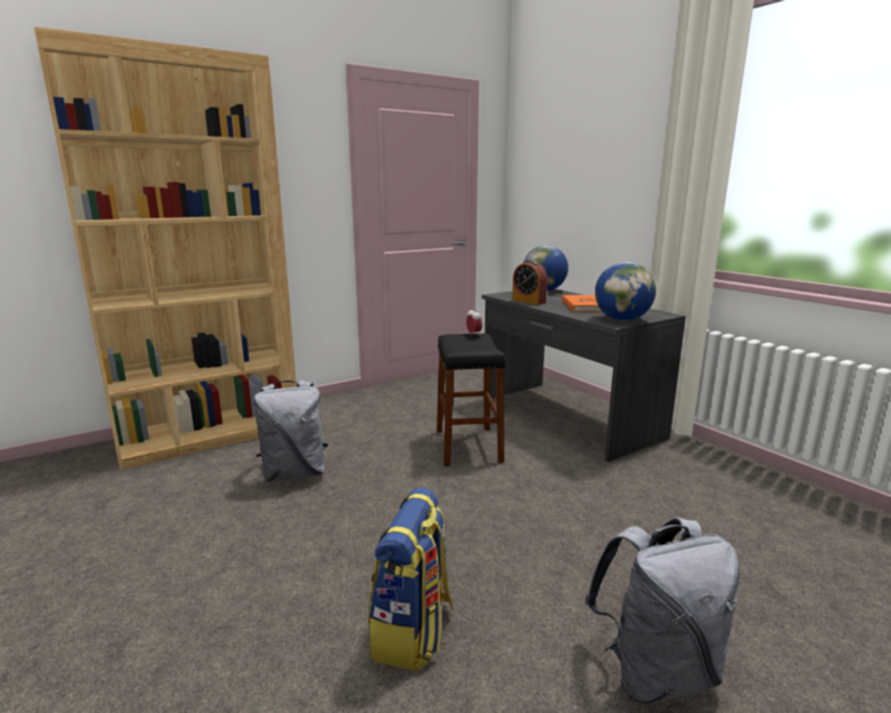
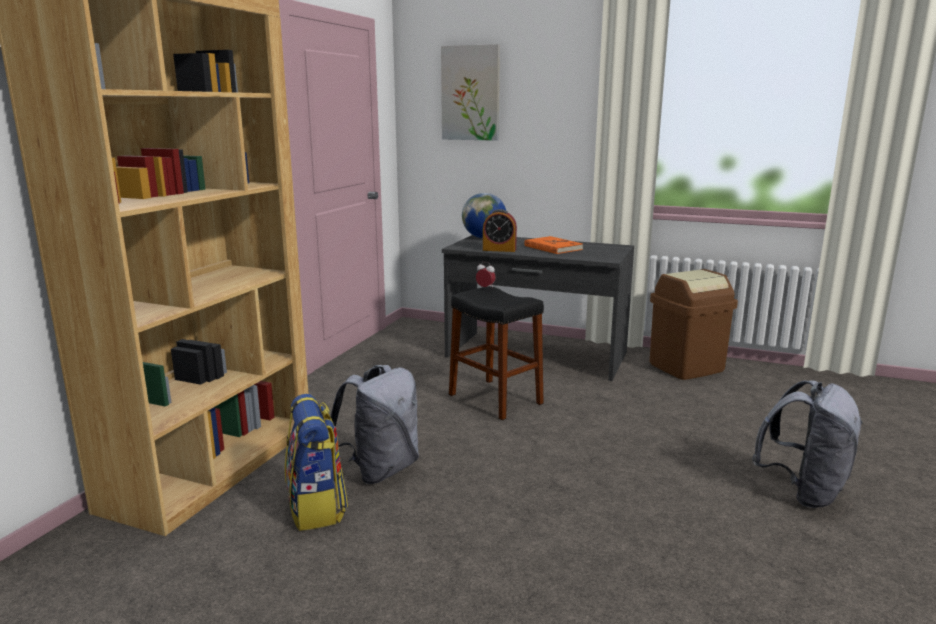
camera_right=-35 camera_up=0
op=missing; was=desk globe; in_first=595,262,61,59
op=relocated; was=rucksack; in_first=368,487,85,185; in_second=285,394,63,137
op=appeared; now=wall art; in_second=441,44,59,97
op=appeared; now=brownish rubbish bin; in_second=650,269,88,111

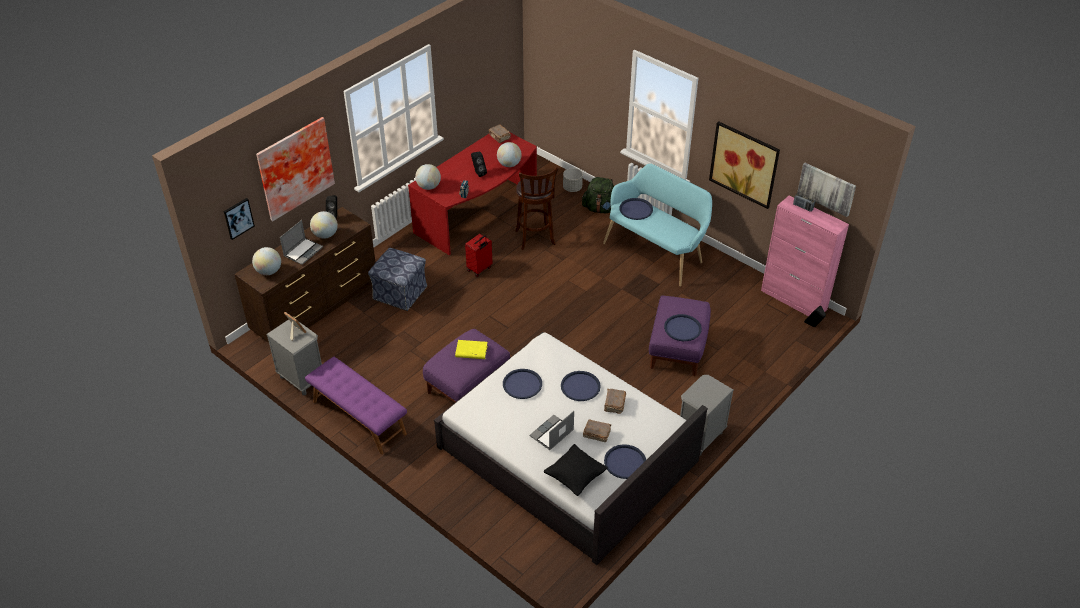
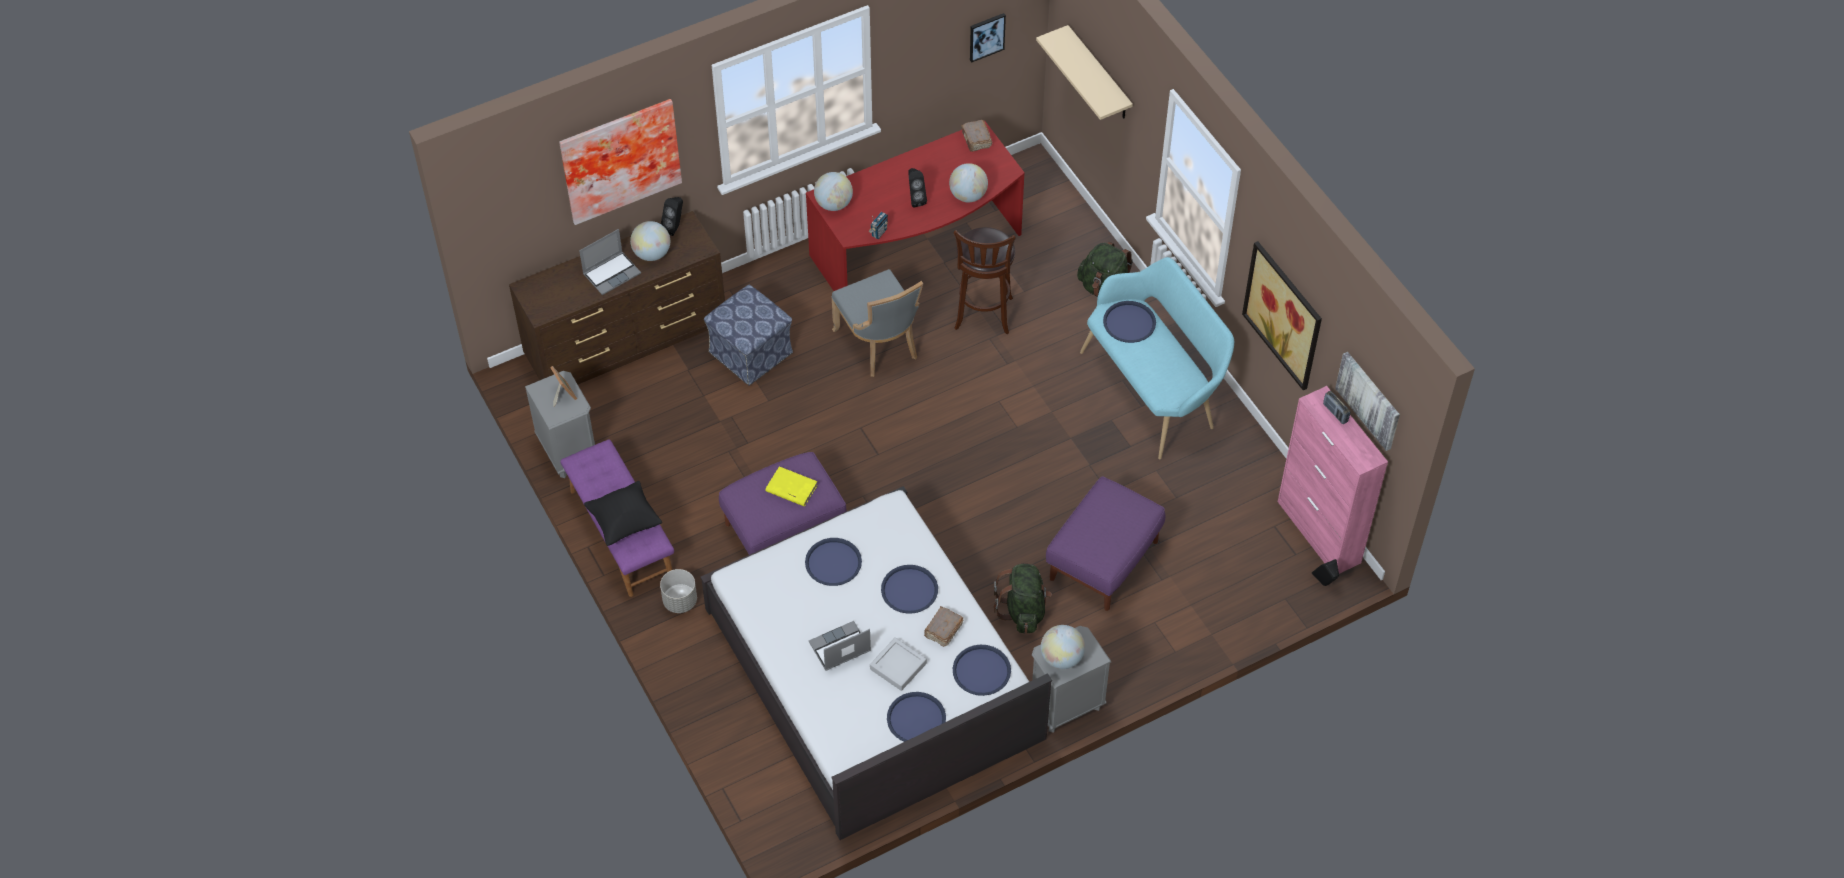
camera_right=20 camera_up=10
op=relocated; was=greyish flower pot; in_first=563,168,20,24; in_second=660,569,37,44
op=relocated; was=wall art; in_first=223,198,32,42; in_second=970,13,36,49
op=exchanged; was=red piece of luggage; now=greyish upright chair; in_first=465,234,28,43; in_second=831,269,92,108
op=relocated; was=desk globe; in_first=252,247,29,28; in_second=1041,625,44,44
op=relocated; was=bluish carrying tray; in_first=664,314,38,27; in_second=953,645,58,51
op=exchanged; was=brownish volume; now=greyish carrying tray; in_first=583,419,28,23; in_second=870,637,57,54
op=relocated; was=black throw pillow; in_first=544,444,64,52; in_second=584,481,78,65
op=appeared; now=beige-coloured bracket shelf; in_second=1036,25,97,95
op=appeared; now=green-coloured rucksack; in_second=994,564,58,70

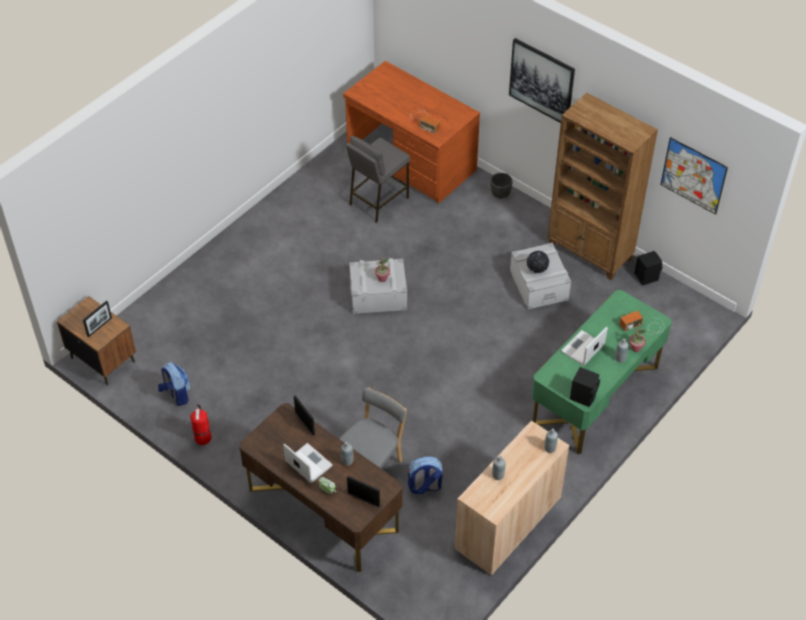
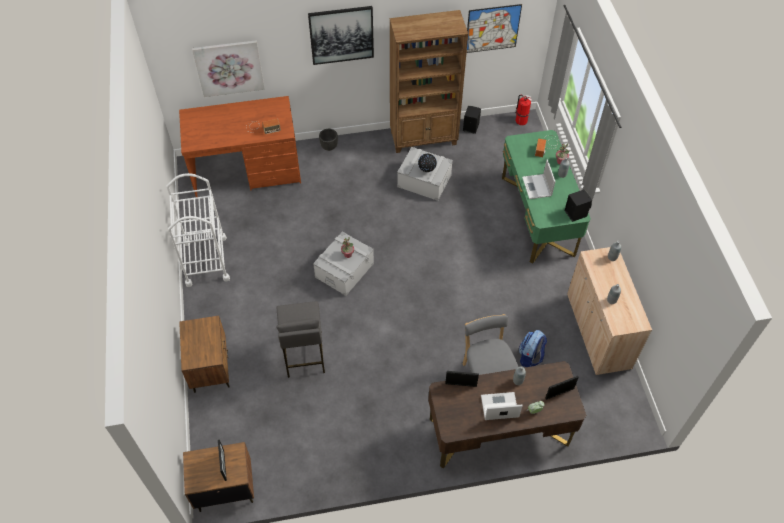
camera_right=-50 camera_up=5
op=relocated; was=greyish sitting stool; in_first=346,136,64,87; in_second=276,301,49,77
op=missing; was=rucksack; in_first=158,362,32,44
op=relocated; was=fire extinguisher; in_first=190,404,22,41; in_second=515,94,17,31
op=appeared; now=wall art; in_second=192,40,73,57
op=appeared; now=white-coloured cart; in_second=166,173,64,114
op=appeared; now=brownish night table; in_second=179,316,51,77

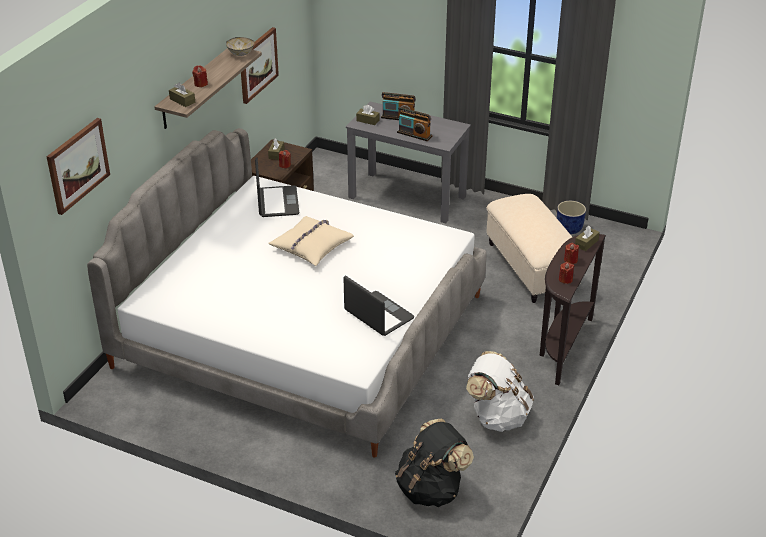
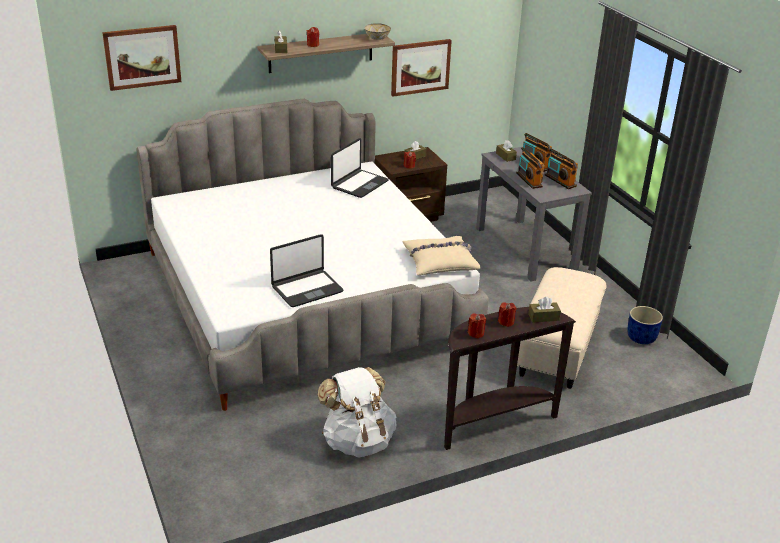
camera_right=40 camera_up=-5
op=relocated; was=beige-coloured throw pillow; in_first=268,216,86,50; in_second=402,236,79,39
op=spun; was=portable computer; in_first=344,276,71,60; in_second=270,234,73,73; clockwise=60
op=missing; was=black rucksack; in_first=395,419,79,88
op=appeared; now=radio set; in_second=545,148,33,41

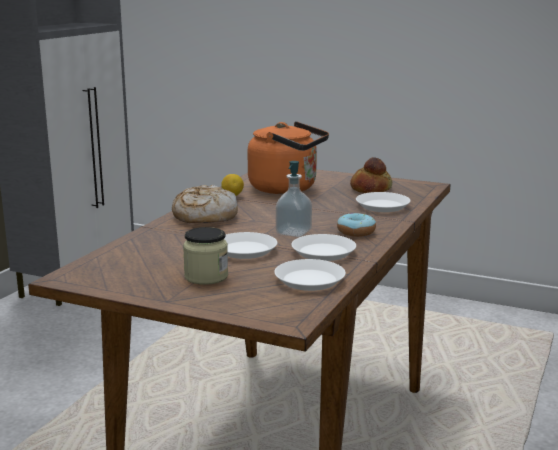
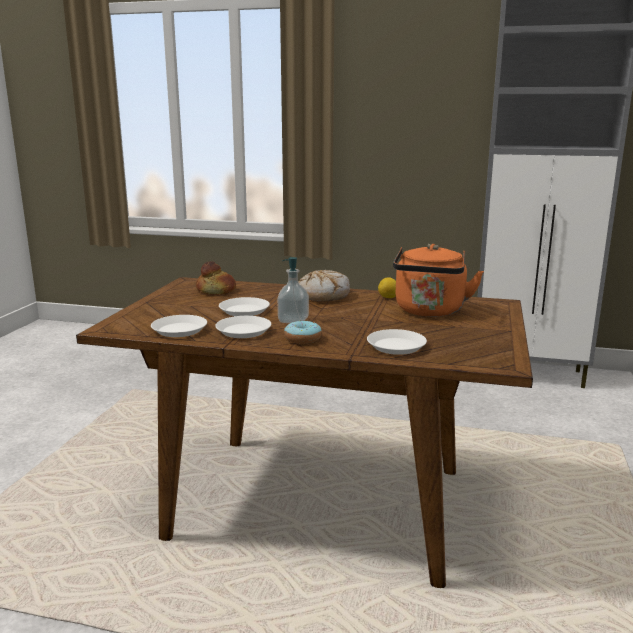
camera_right=80 camera_up=0
op=relocated; was=baked bread; in_first=350,157,42,36; in_second=196,261,40,33
op=missing; was=storage jar; in_first=183,227,45,58

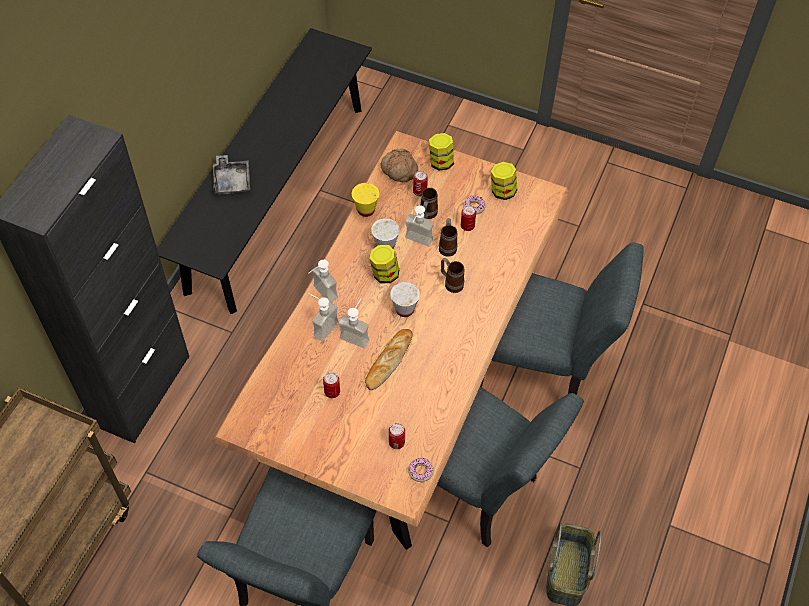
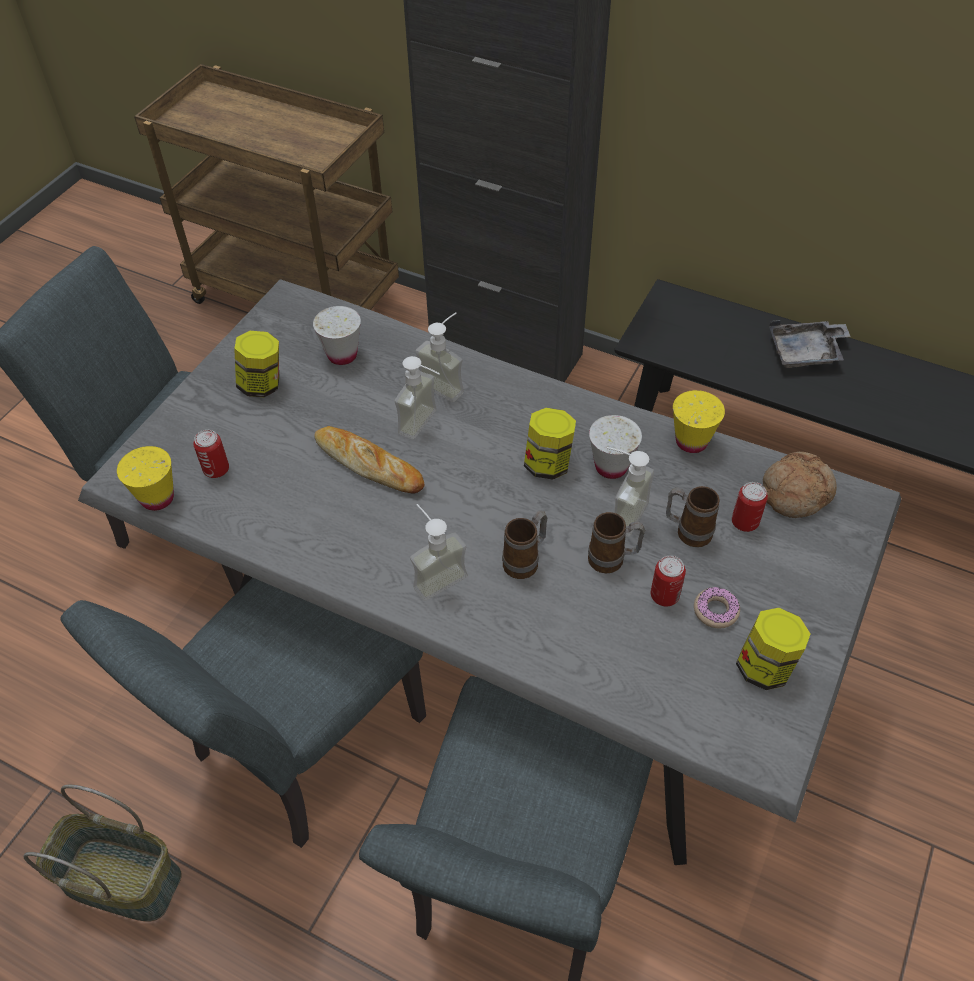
camera_right=95 camera_up=-5
op=colour; was=brownish kitchen table; now=greyish kitchen table; in_first=212,131,358,419; in_second=78,279,823,586
op=relocated; was=storage jar; in_first=429,133,25,37; in_second=234,331,45,66
op=relocated; was=soap bottle; in_first=308,260,30,42; in_second=410,504,58,97
op=relocated; was=white-coloured small cup; in_first=390,282,30,35; in_second=313,306,48,59
op=missing; was=sealed can; in_first=323,372,17,26
op=exchanged; was=doughnut; now=yellow small cup; in_first=408,458,26,24; in_second=117,446,57,65

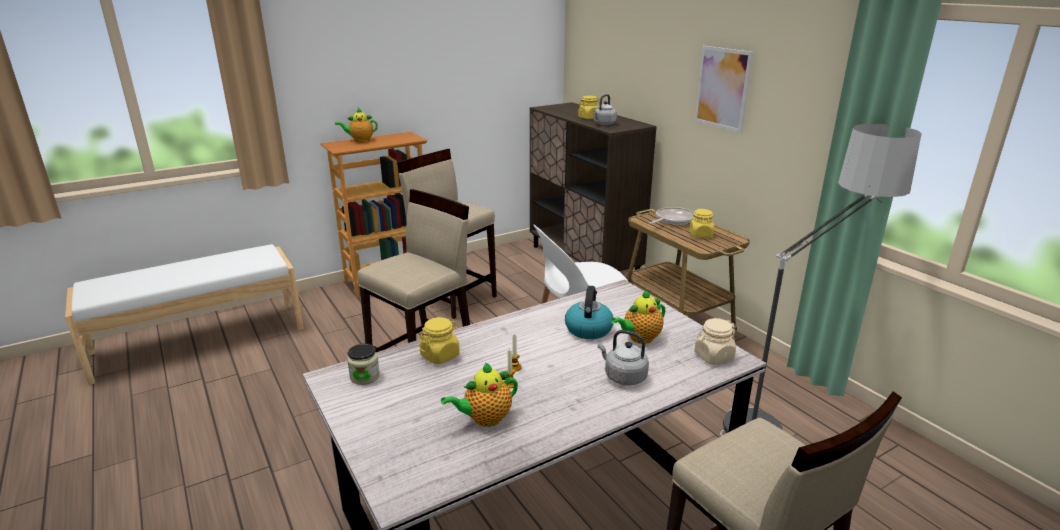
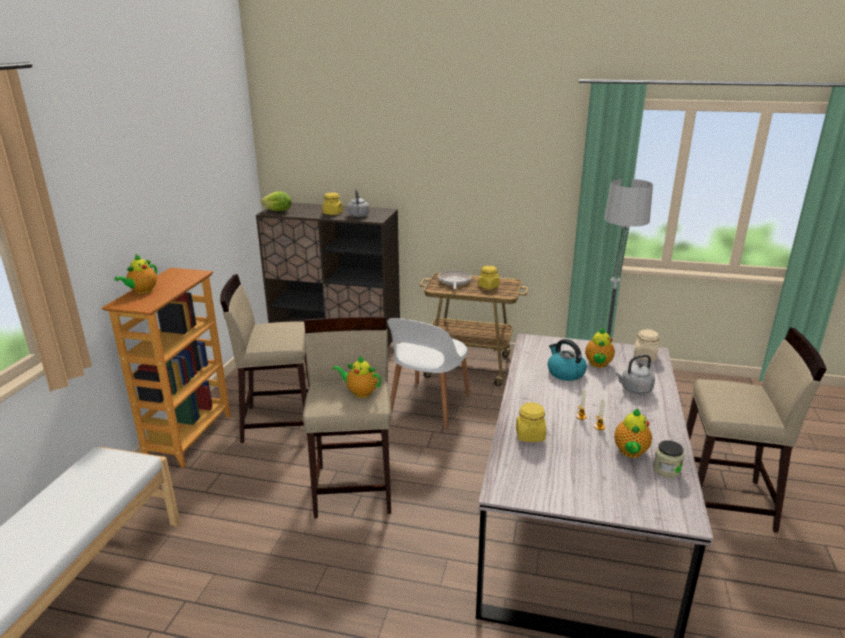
camera_right=-45 camera_up=0
op=missing; was=wall art; in_first=694,46,59,87
op=relocated; was=storage jar; in_first=347,344,33,41; in_second=653,440,31,38
op=appeared; now=lettuce head; in_second=261,191,31,20
op=appeared; now=tea pot; in_second=333,356,49,42

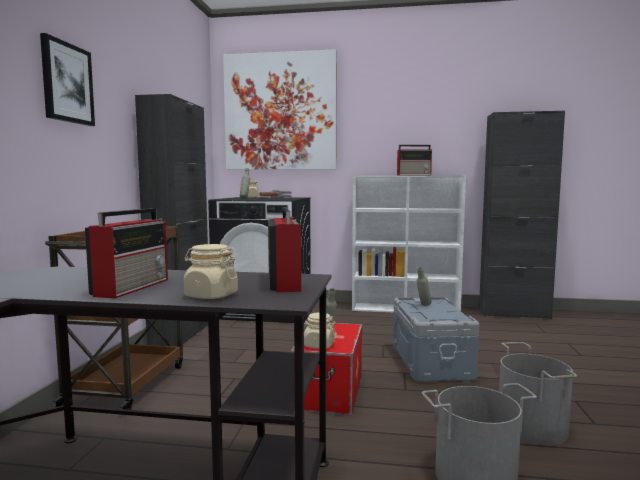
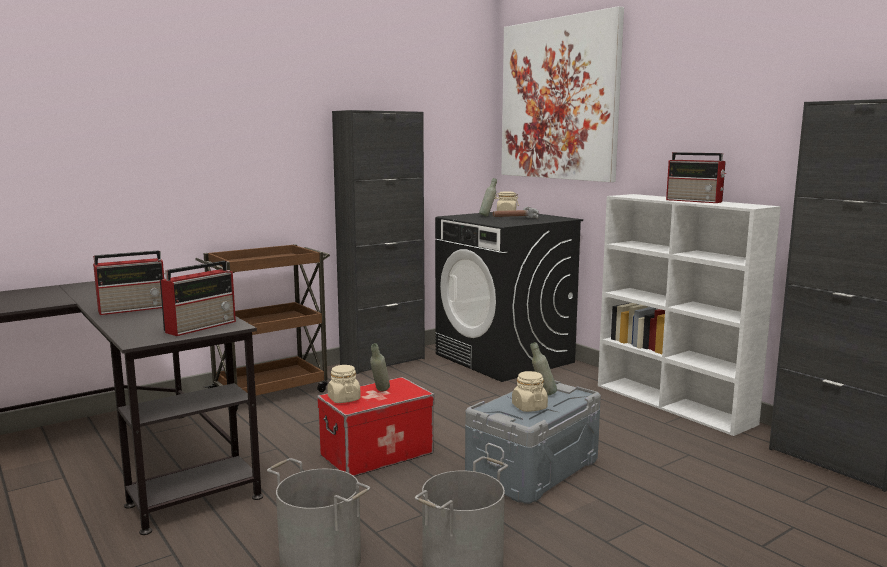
camera_right=45 camera_up=5
op=missing; was=wall art; in_first=40,33,55,93
op=relocated; was=beige-coloured storage jar; in_first=184,244,54,55; in_second=512,371,36,41

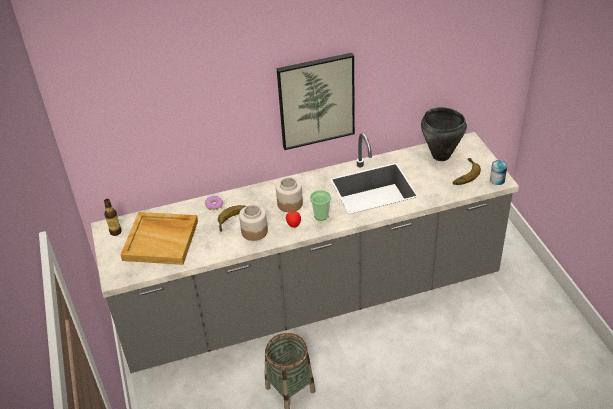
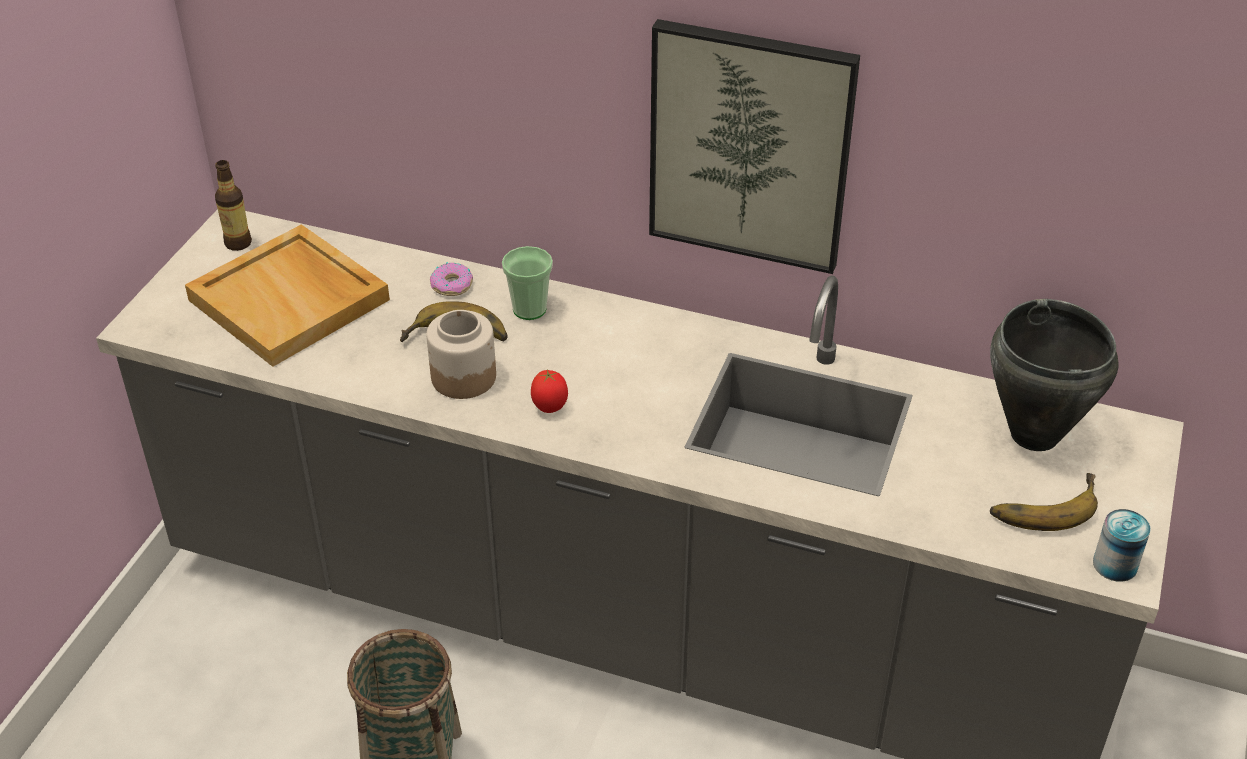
camera_right=35 camera_up=0
op=missing; was=storage jar; in_first=276,178,27,34
op=relocated; was=small cup; in_first=310,190,21,31; in_second=502,246,51,74

